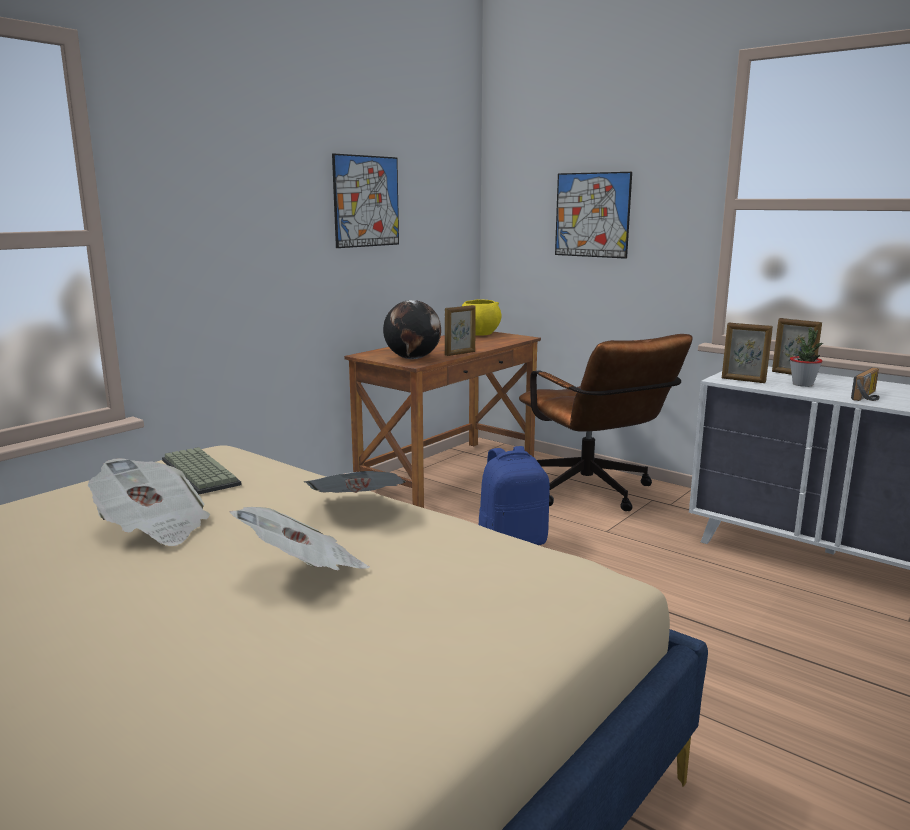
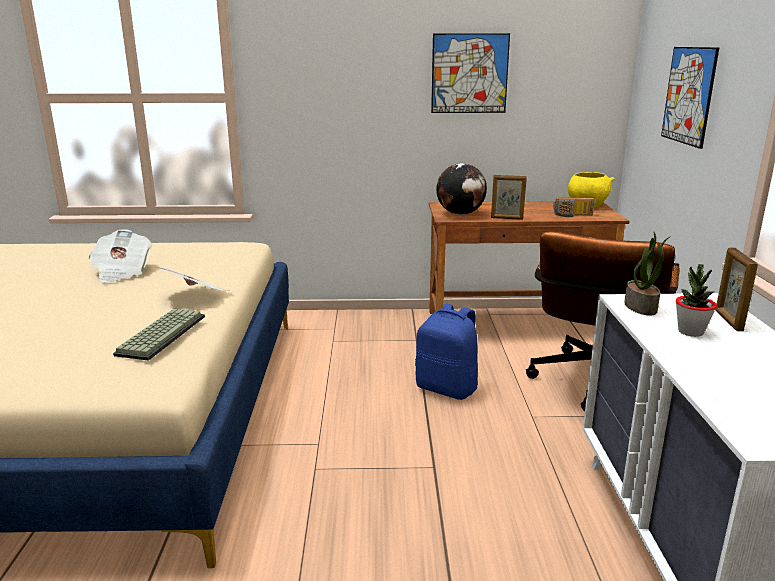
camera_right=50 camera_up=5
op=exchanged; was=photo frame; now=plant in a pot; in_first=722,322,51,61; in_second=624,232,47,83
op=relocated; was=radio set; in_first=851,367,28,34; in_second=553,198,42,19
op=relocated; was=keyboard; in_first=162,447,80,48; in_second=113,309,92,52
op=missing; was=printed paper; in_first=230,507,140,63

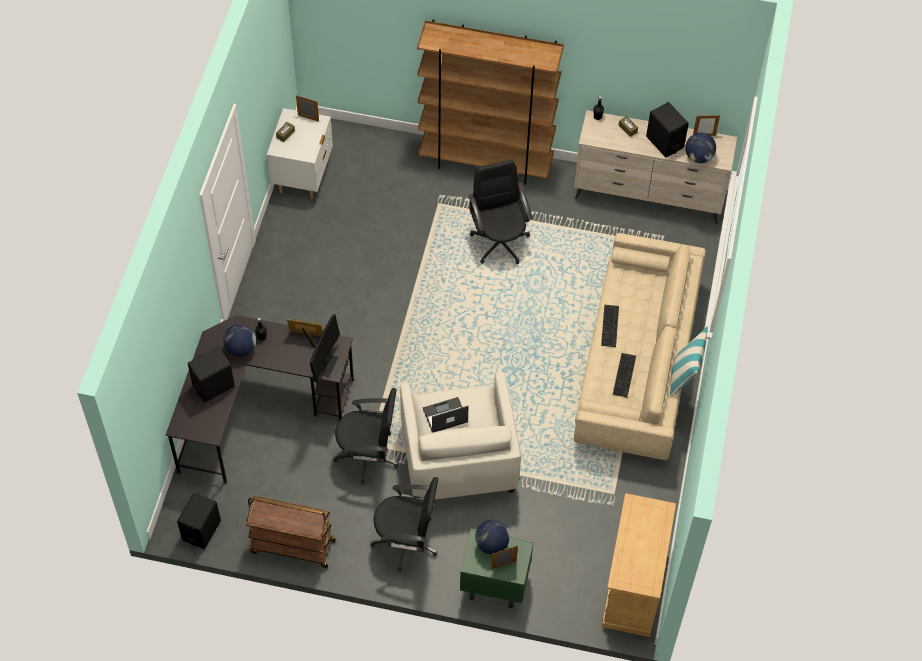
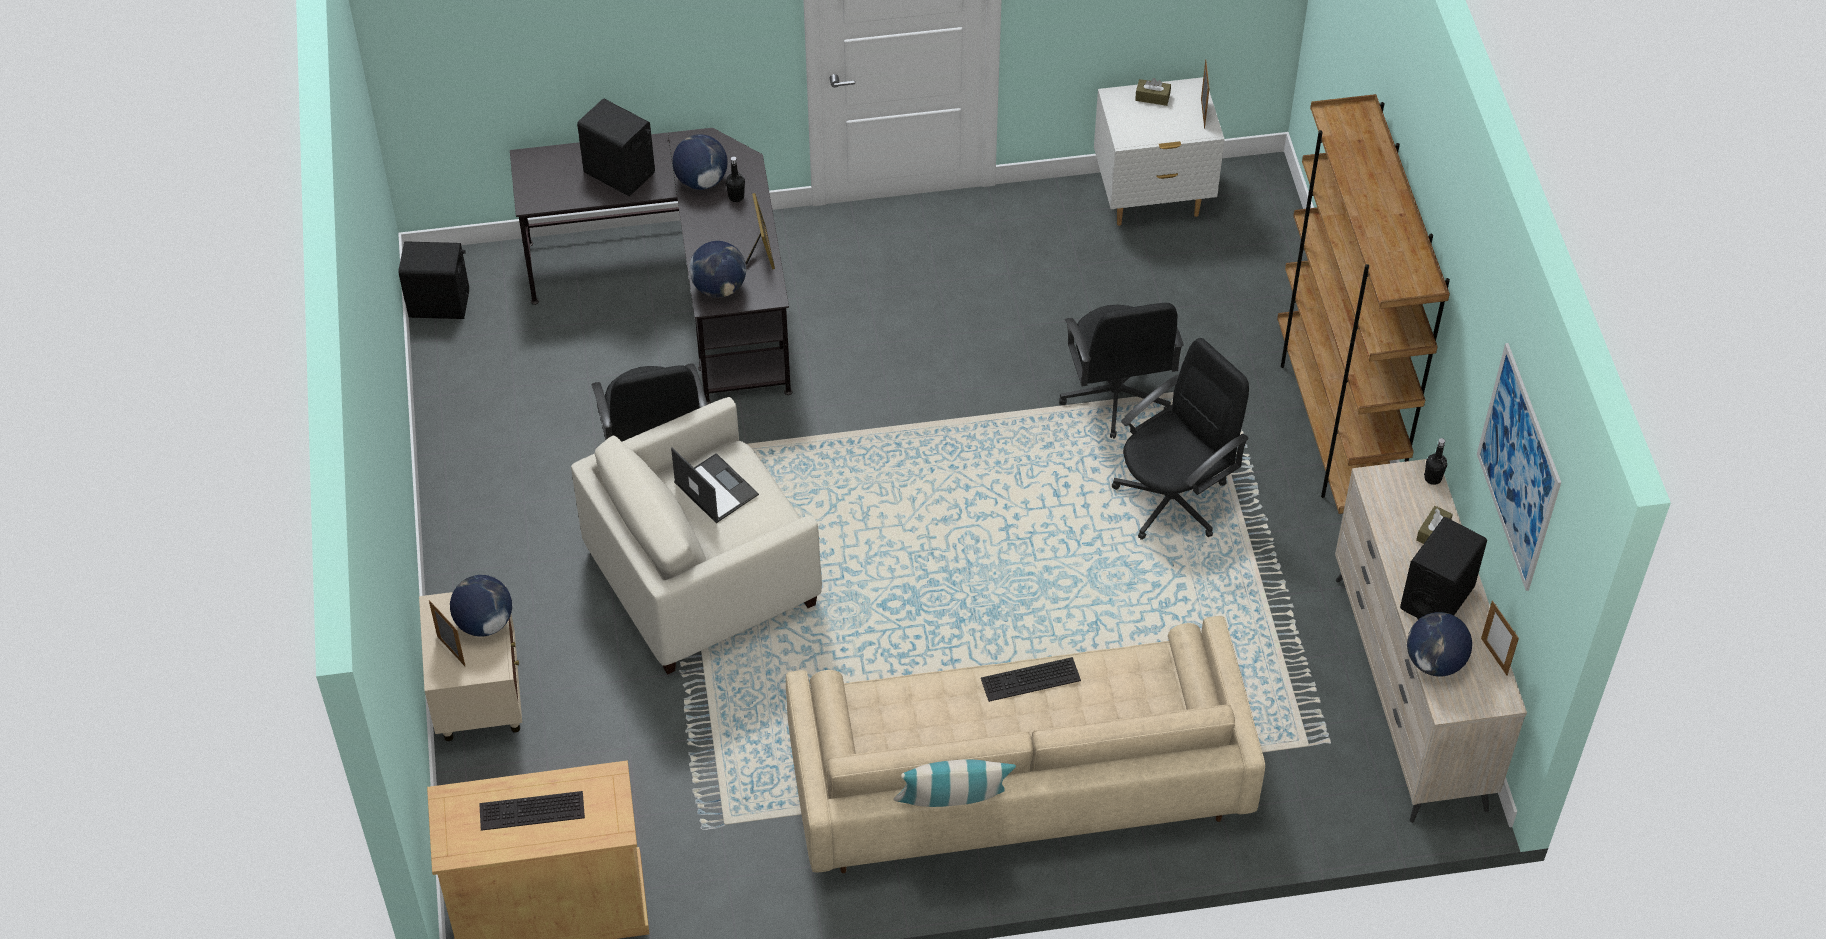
camera_right=70 camera_up=-5
op=exchanged; was=computer screen; now=desk globe; in_first=310,314,30,70; in_second=689,241,57,57
op=relocated; was=keyboard; in_first=613,353,23,44; in_second=479,791,106,40
op=relocated; was=black desk chair; in_first=370,477,68,95; in_second=1059,303,125,136
op=missing; was=brownish cart; in_first=246,496,90,72
op=colour; was=green-coloured night table; now=beige-coloured night table; in_first=460,529,74,79; in_second=419,592,103,149
op=appeared; now=wall art; in_second=1477,343,84,248

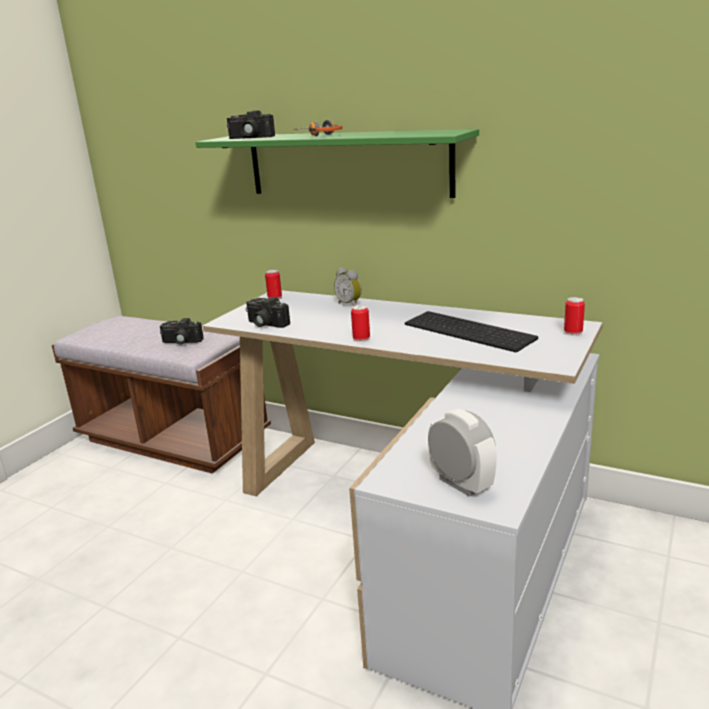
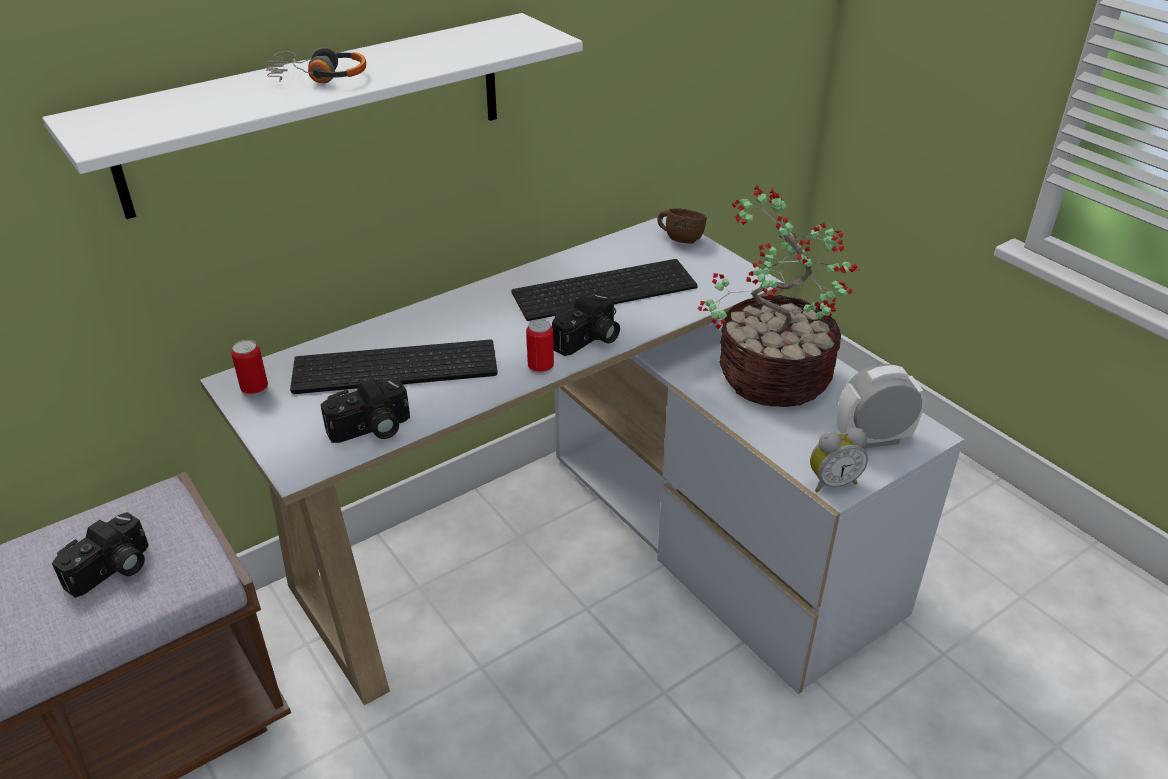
camera_right=-65 camera_up=15
op=relocated; was=photo camera; in_first=227,110,48,29; in_second=552,293,68,63
op=colour; was=green-coloured bracket shelf; now=white-coloured bracket shelf; in_first=195,129,284,69; in_second=42,13,541,206
op=relocated; was=alarm clock; in_first=334,268,28,38; in_second=810,428,58,64
op=exchanged; was=sealed can; now=brownish coffee mug; in_first=564,297,21,39; in_second=658,208,49,36
op=appeared; now=plant in a pot; in_second=697,185,163,222
op=appeared; now=keyboard; in_second=290,340,208,54

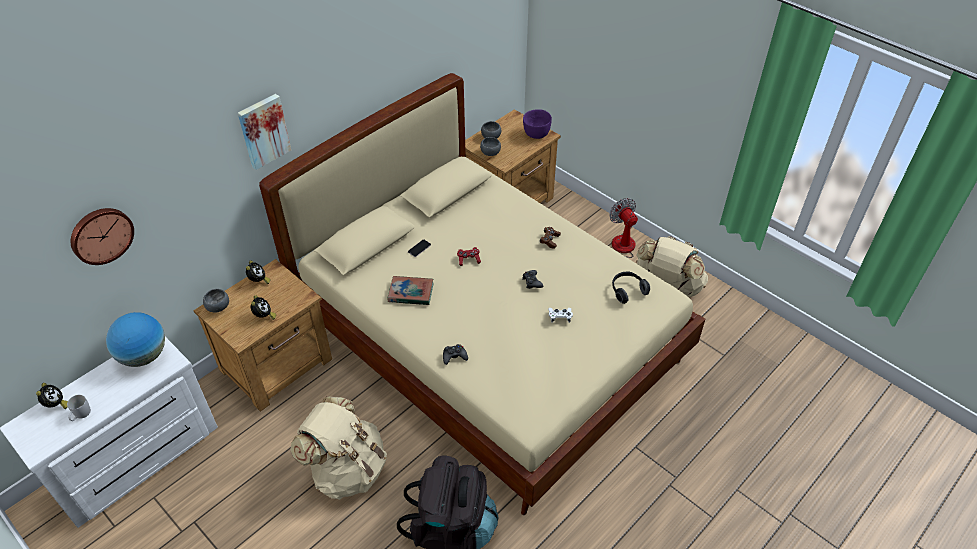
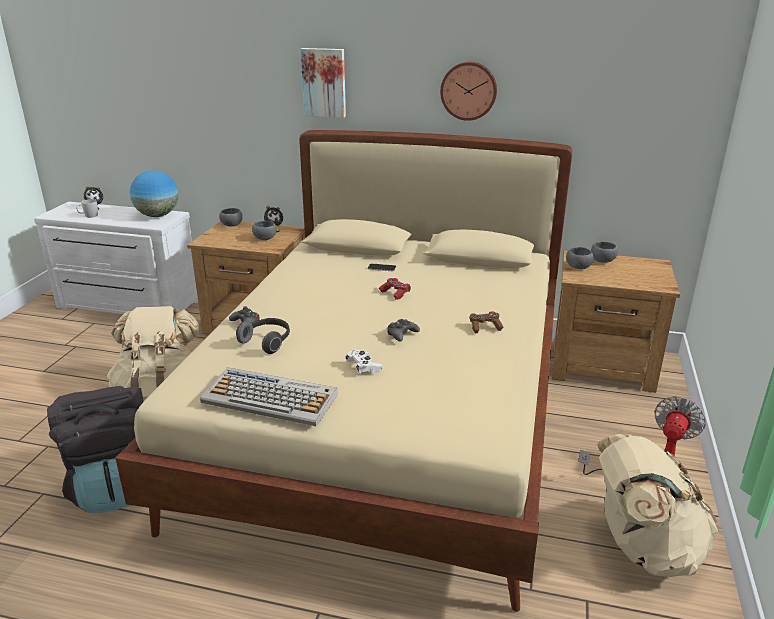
camera_right=60 camera_up=-20
op=missing; was=purplish deep dish; in_first=523,109,29,30
op=relocated; was=hanging clock; in_first=71,208,63,57; in_second=440,62,57,59
op=relocated; was=headset; in_first=612,272,38,32; in_second=236,318,54,36
op=missing; was=volume; in_first=388,276,46,29
op=missing; was=alarm clock; in_first=251,295,25,25
op=appeared; now=greyish deep dish; in_second=252,221,25,19
op=appeared; now=keyboard; in_second=200,367,138,59

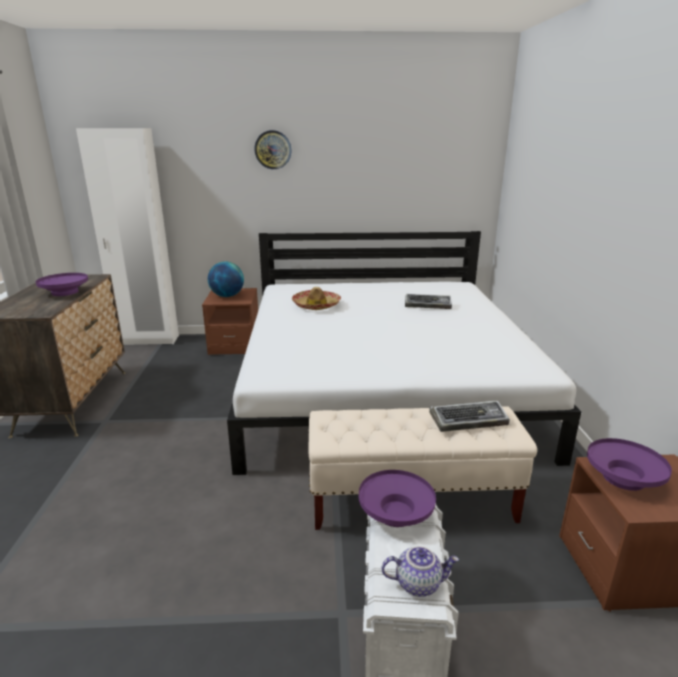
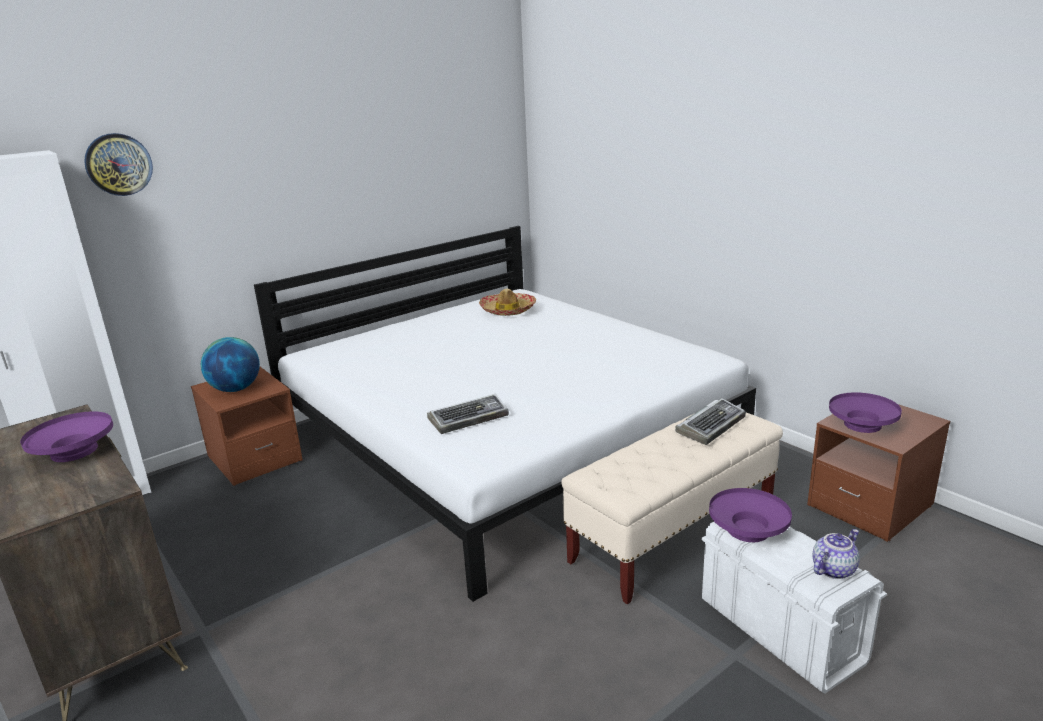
camera_right=-35 camera_up=0
op=relocated; was=hanging clock; in_first=254,130,38,39; in_second=84,133,69,63
op=relocated; was=hat; in_first=292,287,49,23; in_second=479,289,57,27
op=relocated; was=keyboard; in_first=405,294,47,15; in_second=427,394,82,40

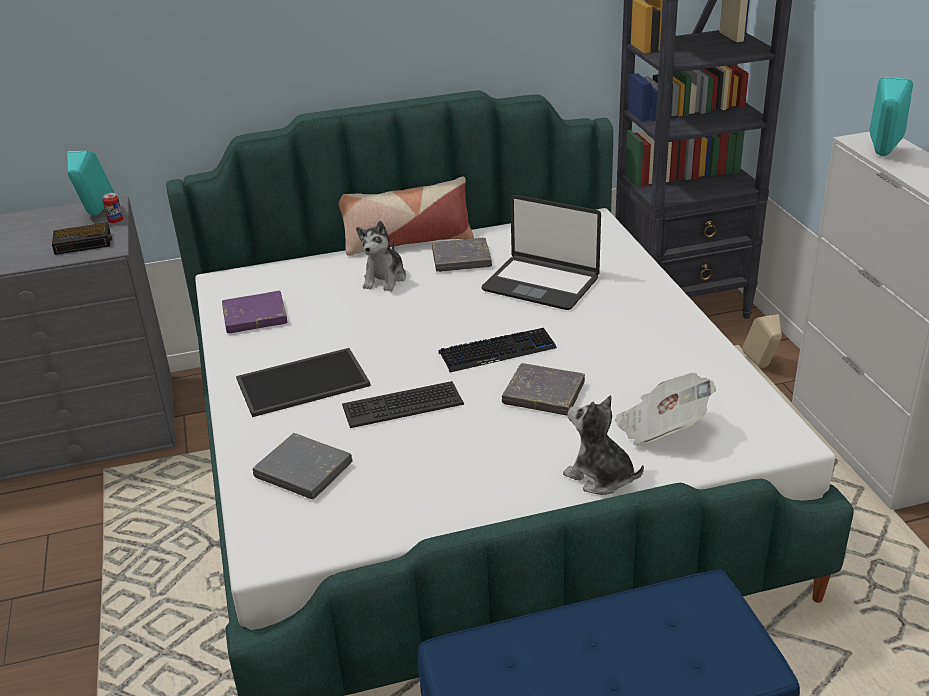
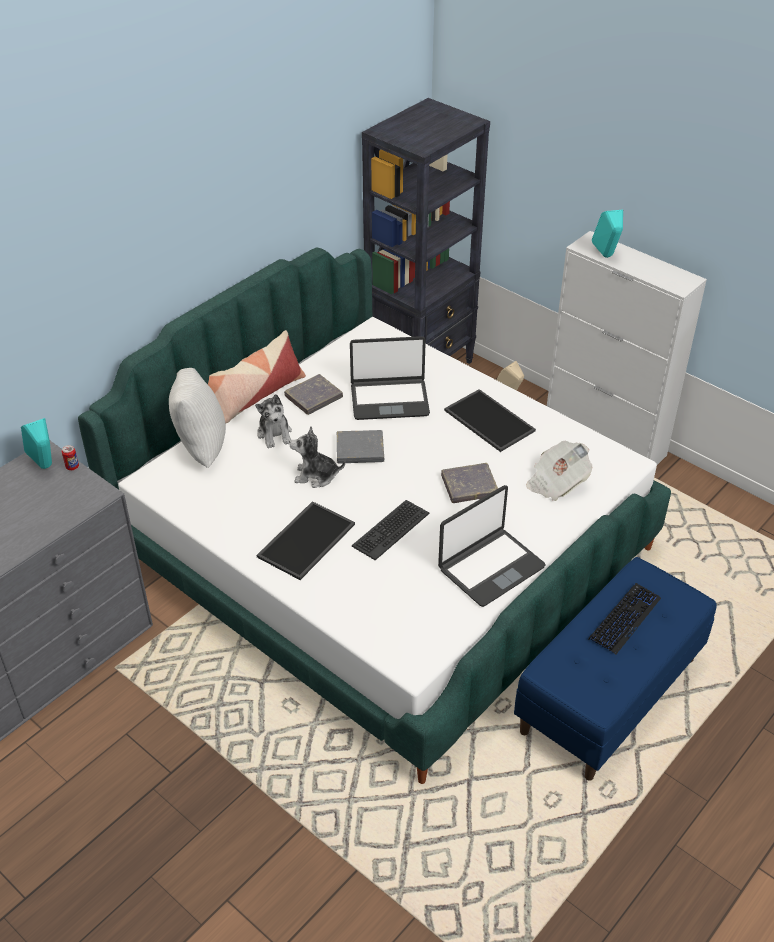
camera_right=-35 camera_up=10
op=missing; was=alarm clock; in_first=52,222,61,33
op=missing; was=purplish volume; in_first=222,291,66,42
op=relocated; was=keyboard; in_first=438,328,119,44; in_second=588,583,73,72
op=relocated; was=soft toy; in_first=563,395,81,100; in_second=290,427,55,61
op=relocated; was=greyish volume; in_first=253,433,100,66; in_second=337,430,47,34
op=appeared; now=white-coloured throw pillow; in_second=169,368,57,100
op=appeared; now=carrying tray; in_second=444,389,92,63
op=appeared; now=portable computer; in_second=438,485,108,122

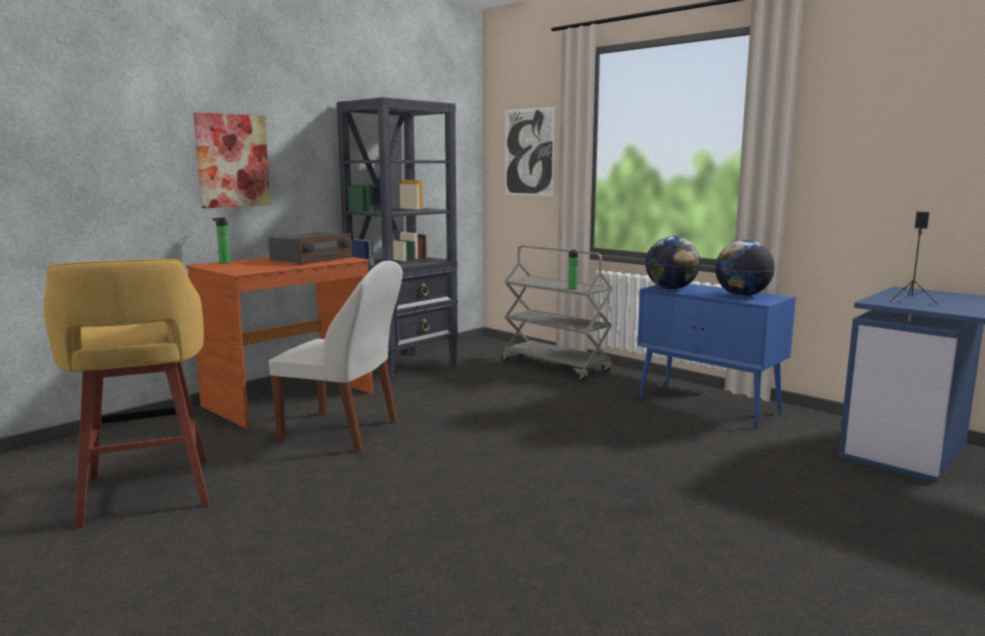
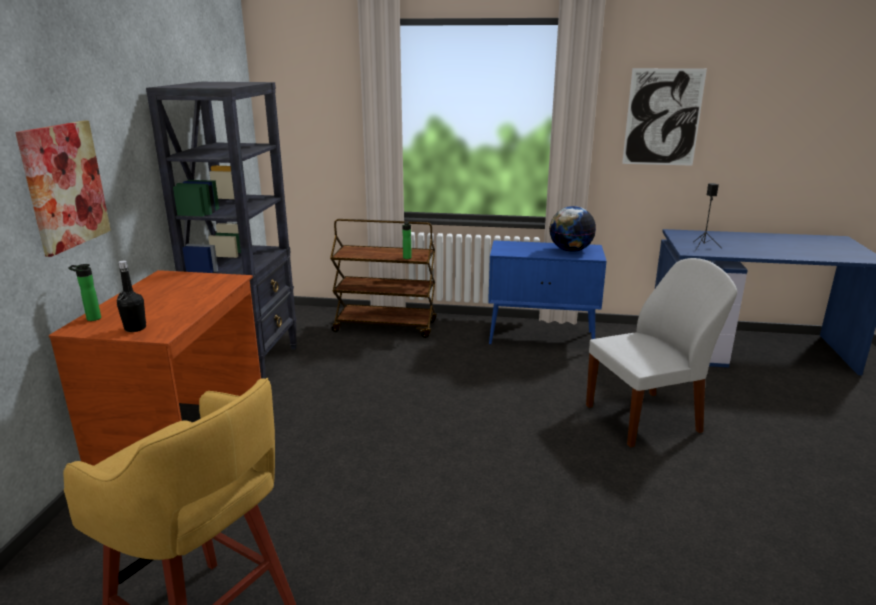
camera_right=-35 camera_up=10
op=relocated; was=wall art; in_first=505,107,50,89; in_second=622,68,85,98
op=missing; was=radio set; in_first=268,232,84,33
op=missing; was=desk globe; in_first=645,236,56,54
op=colour; was=greyish cart; now=brownish cart; in_first=502,245,111,136; in_second=330,219,106,119
op=relocated; was=white-coloured upright chair; in_first=269,261,134,191; in_second=586,258,151,189
op=appeared; now=black beverage bottle; in_second=117,260,29,72

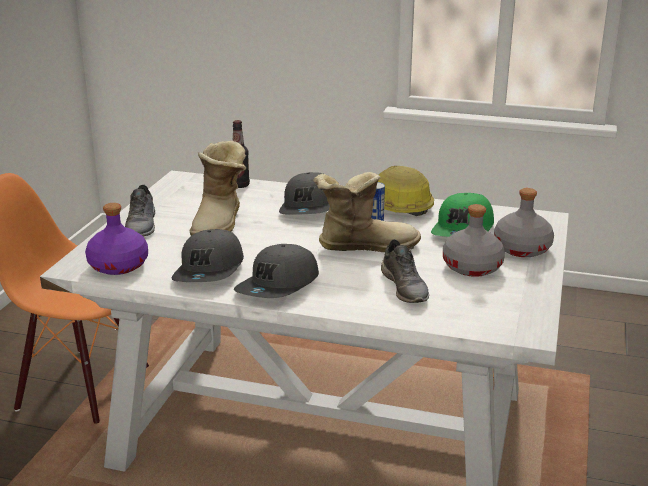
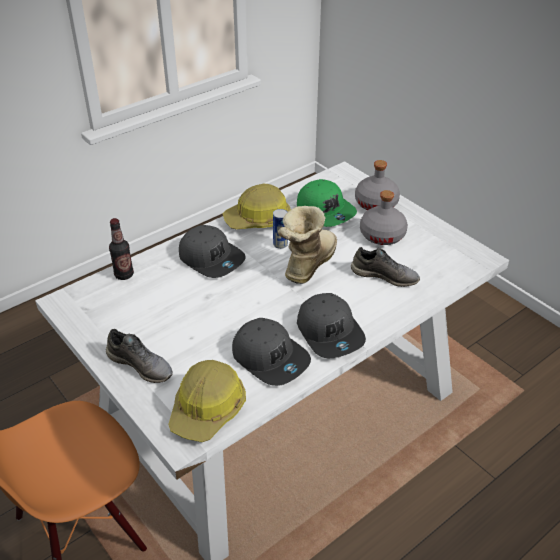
camera_right=-55 camera_up=15
op=missing; was=boot; in_first=190,141,56,95
op=exchanged; was=purplish beverage bottle; now=work helmet; in_first=85,203,63,72; in_second=168,360,78,82

